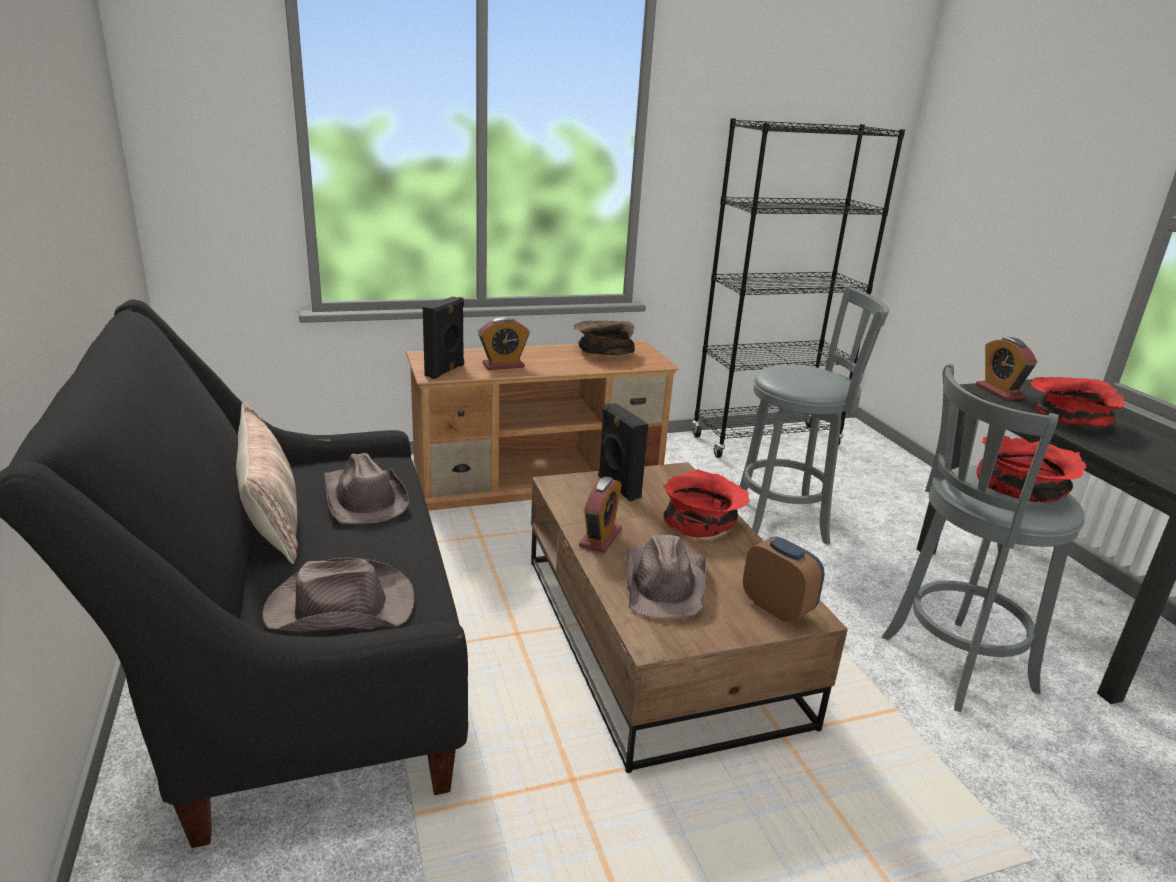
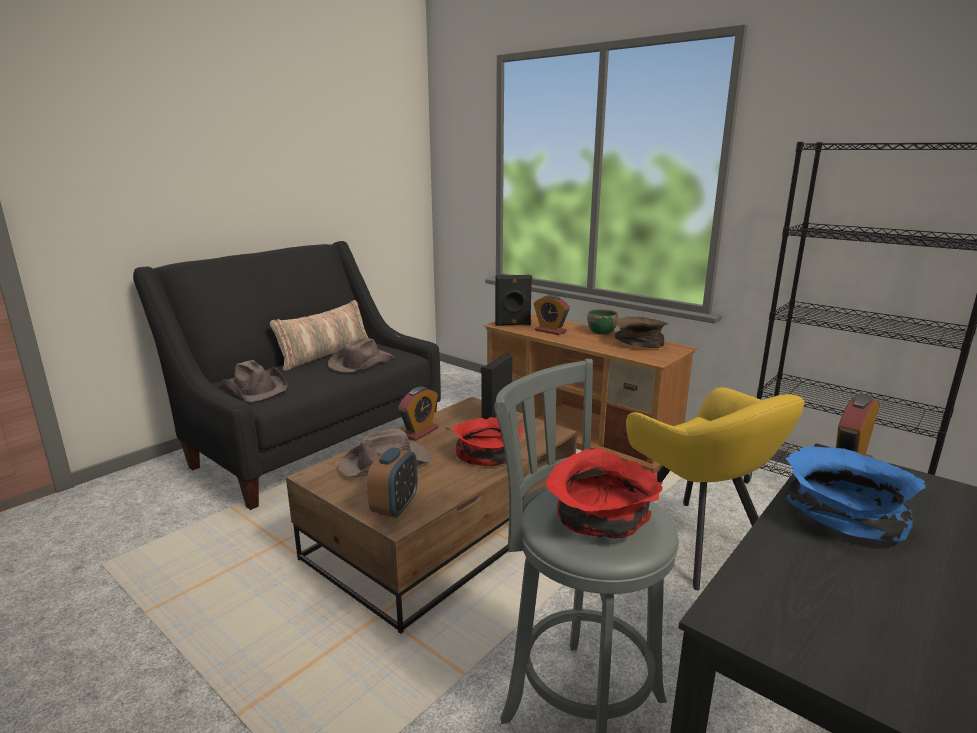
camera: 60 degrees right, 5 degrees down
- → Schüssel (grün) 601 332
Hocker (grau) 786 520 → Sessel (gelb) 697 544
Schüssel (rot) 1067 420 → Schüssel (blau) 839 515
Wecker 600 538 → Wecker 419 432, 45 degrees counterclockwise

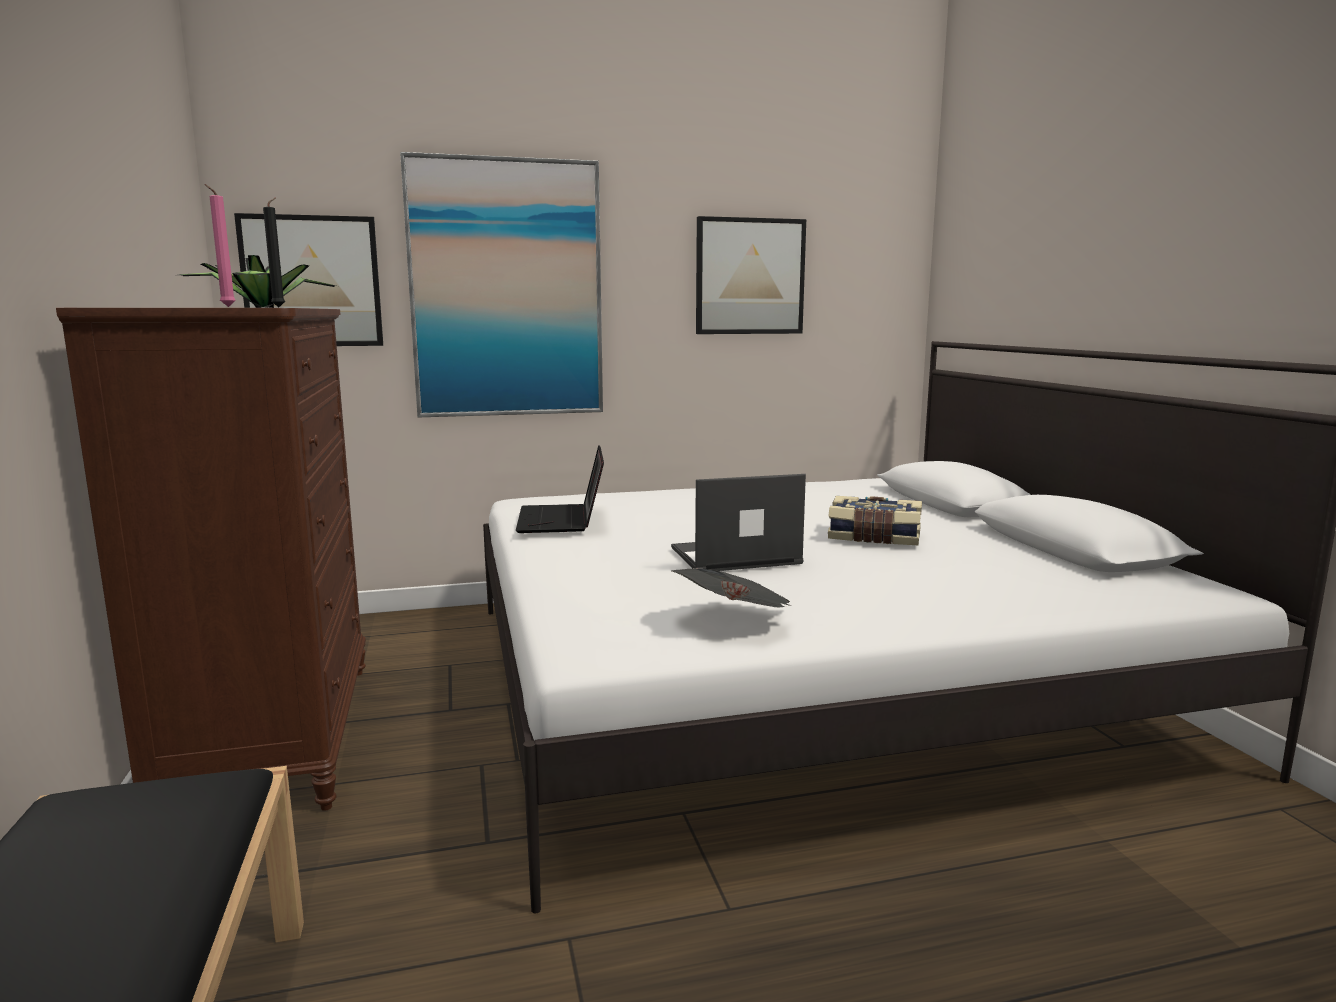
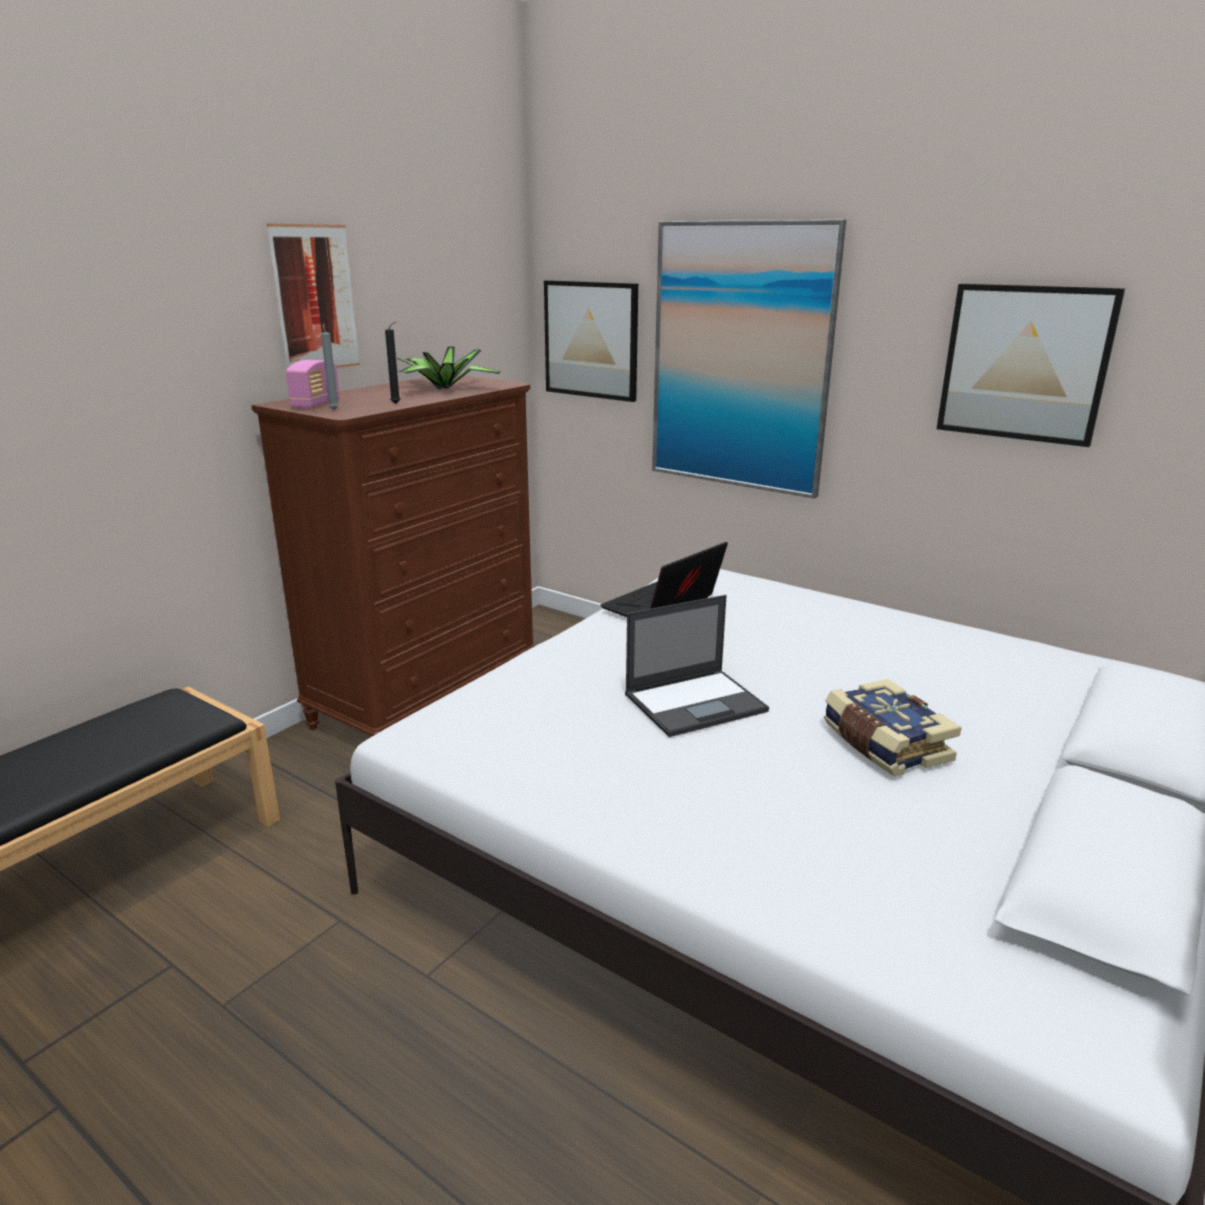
camera: 50 degrees right, 10 degrees up
Zeitung 736 621 → -
- → Bild 315 298
- → Radio 316 404
Kerze (rosa) 226 307 → Kerze (grau) 334 409
Laptop 733 556 → Laptop 696 702, 120 degrees clockwise

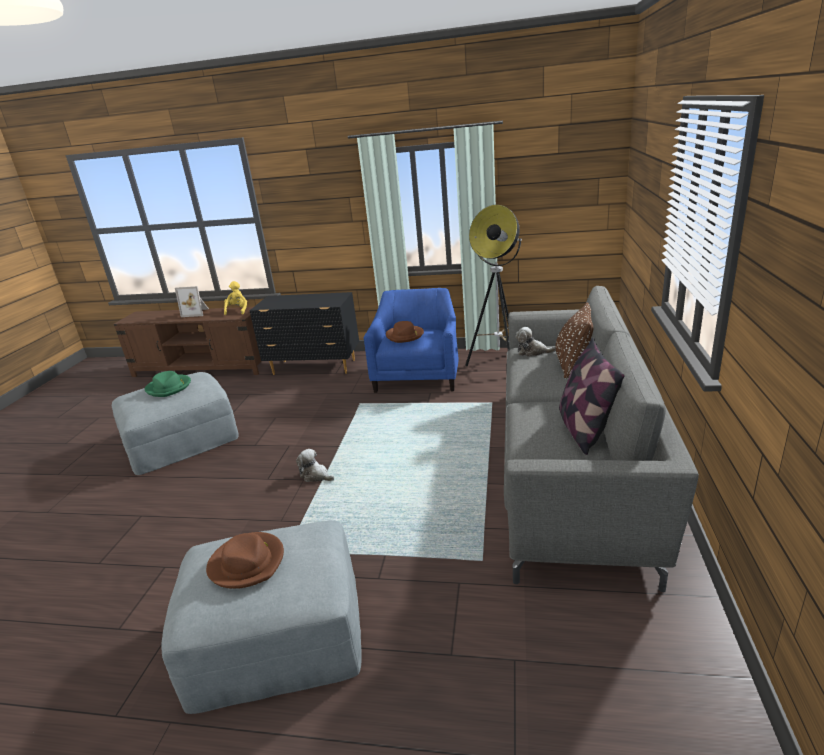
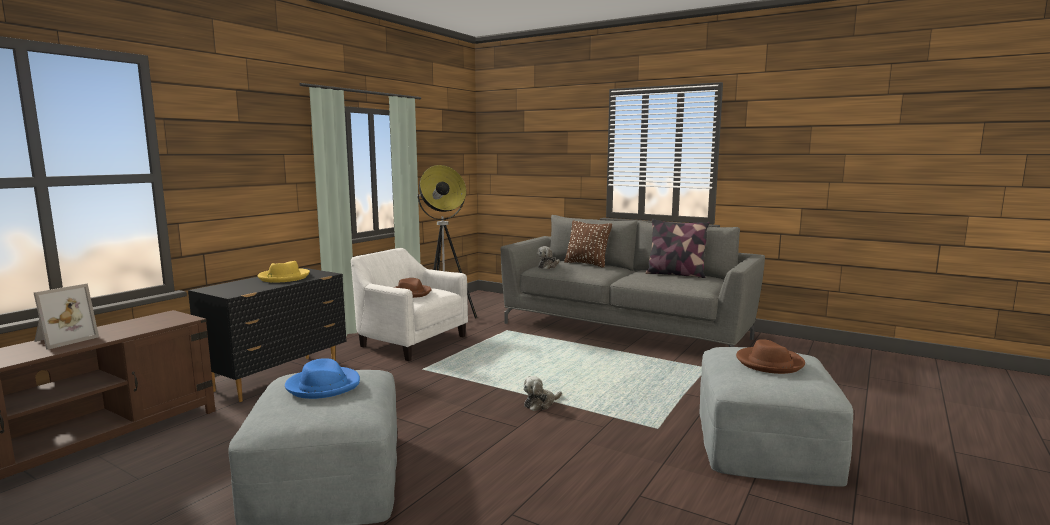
camera: 70 degrees left, 15 degrees down
Plüschtier (gelb) 238 311 → -
- → Hut (gelb) 283 277
Hut (grün) 169 387 → Hut (blau) 323 385
Sessel (blau) 418 376 → Sessel (weiß) 409 341

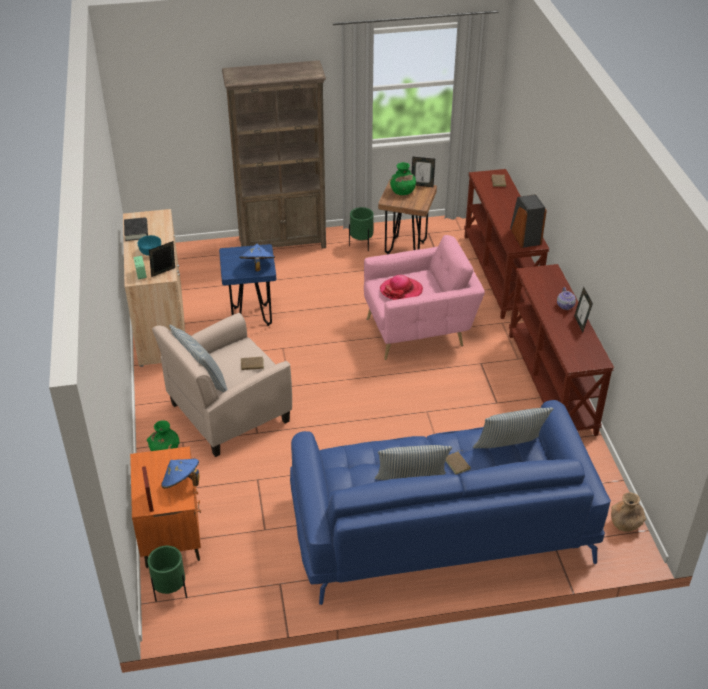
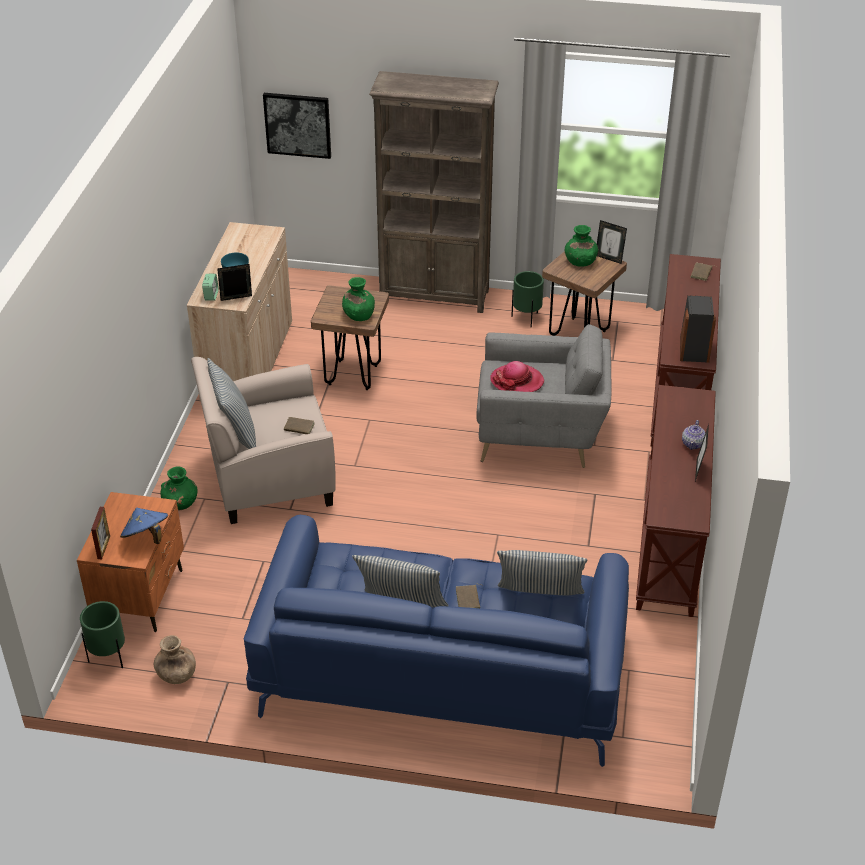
camera: 20 degrees right, 0 degrees up
Buch (schwarz) 136 231 → -
- → Bild 298 124
Vase (braun) 625 524 → Vase (braun) 176 675, move
Hut (blau) 257 266 → Vase (grün) 358 315
Hocker (blau) 251 317 → Hocker (braun) 353 375
Sessel (rosa) 419 331 → Sessel (grau) 540 438

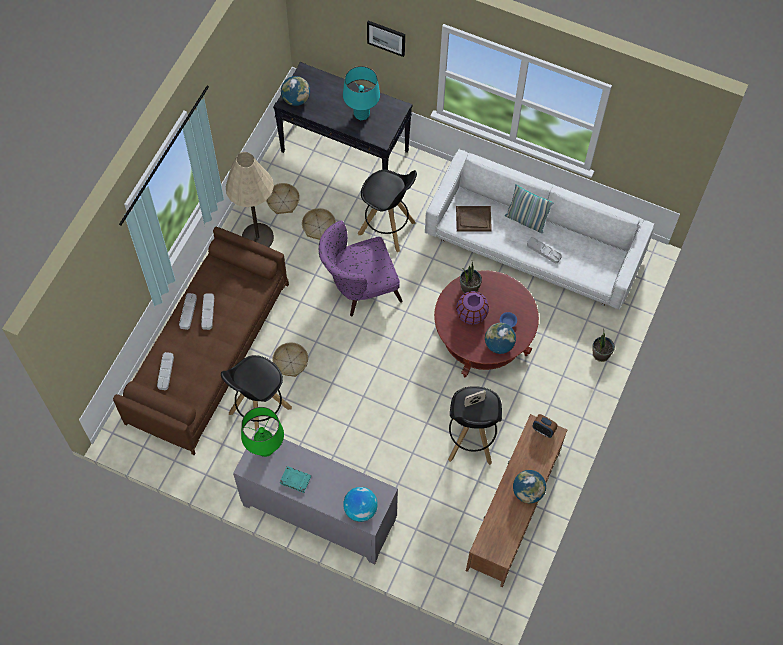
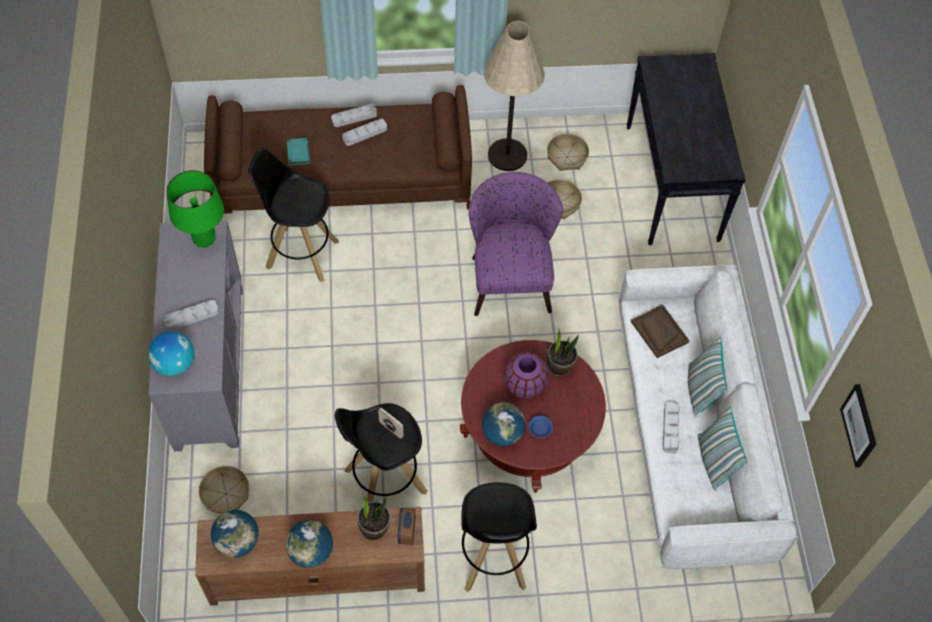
camera: 60 degrees right, 5 degrees down
Tischlampe (türkis) 361 114 → -
- → Kissen 714 461
Tablett (grau) 165 372 → Tablett (grau) 191 316, move
Korb 291 362 → Korb 225 494, move
Buch (türkis) 295 480 → Buch (türkis) 298 153, move
Globus 296 99 → Globus 238 542, move
Hocker (schwarz) 387 228 → Hocker (schwarz) 493 558, move
Bild 386 37 → Bild 859 425, move
Topfpflanze 600 354 → Topfpflanze 374 528, move
Sessel (lila) 359 287 → Sessel (lila) 510 275, 45 degrees clockwise

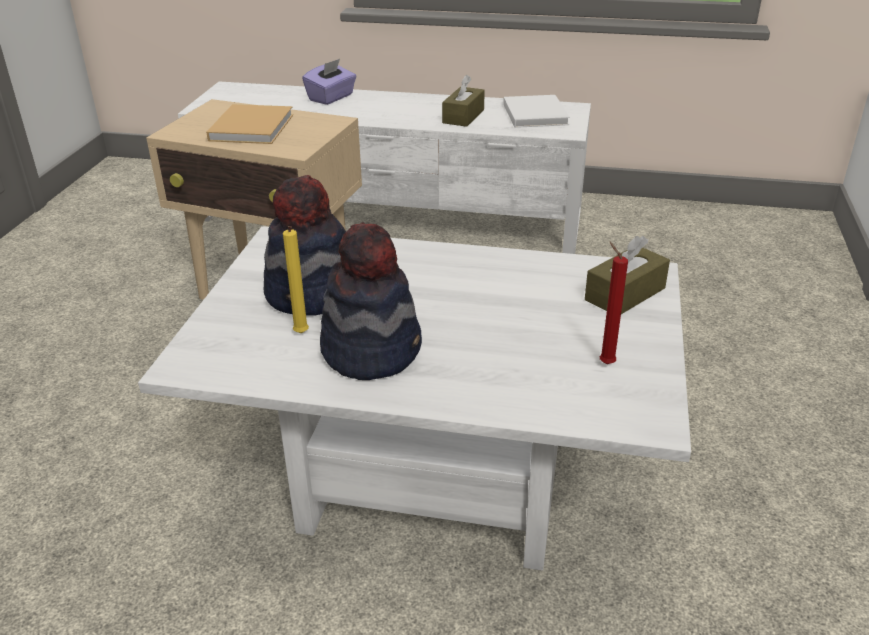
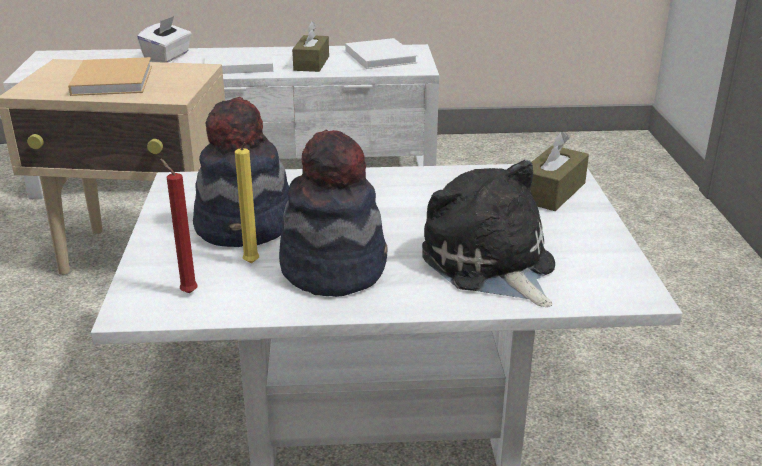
camera: 15 degrees left, 5 degrees down
- → Buch (weiß) 236 64
- → Plüschtier 490 265
Kerze (rot) 604 363 → Kerze (rot) 187 292, move
Taschentuchbox (lila) 331 98 → Taschentuchbox (weiß) 167 57

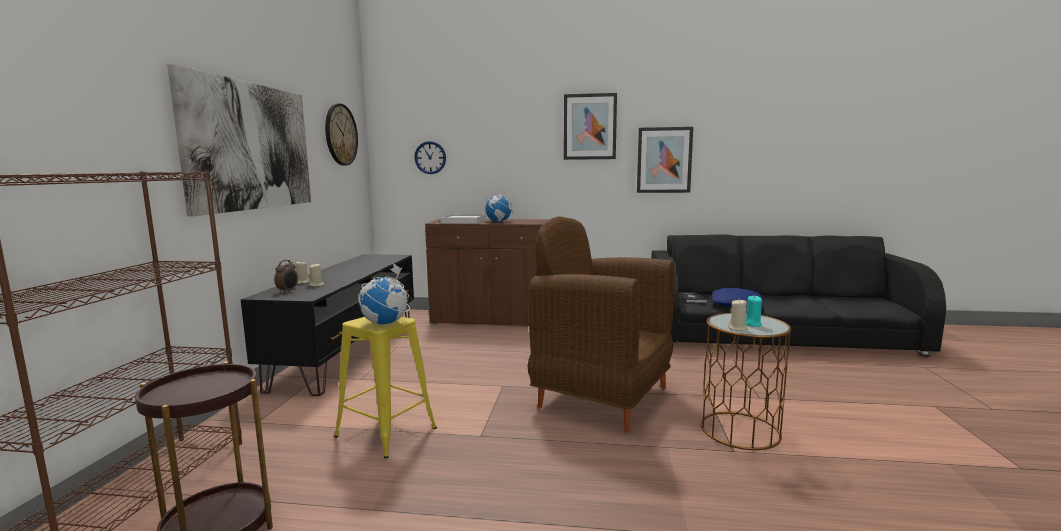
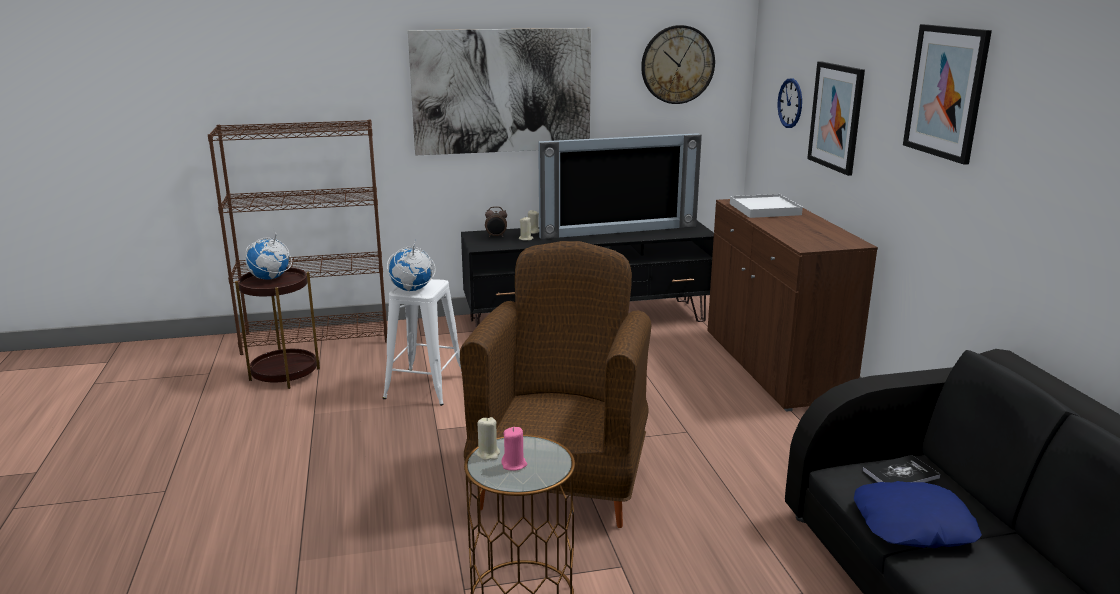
camera: 70 degrees right, 10 degrees up
- → Fernseher 617 230
Globus 499 221 → Globus 270 278, move
Bild 664 160 → Bild 836 117, move
Hocker (gelb) 386 432 → Hocker (weiß) 425 387
Kerze (türkis) 752 324 → Kerze (rosa) 514 464

